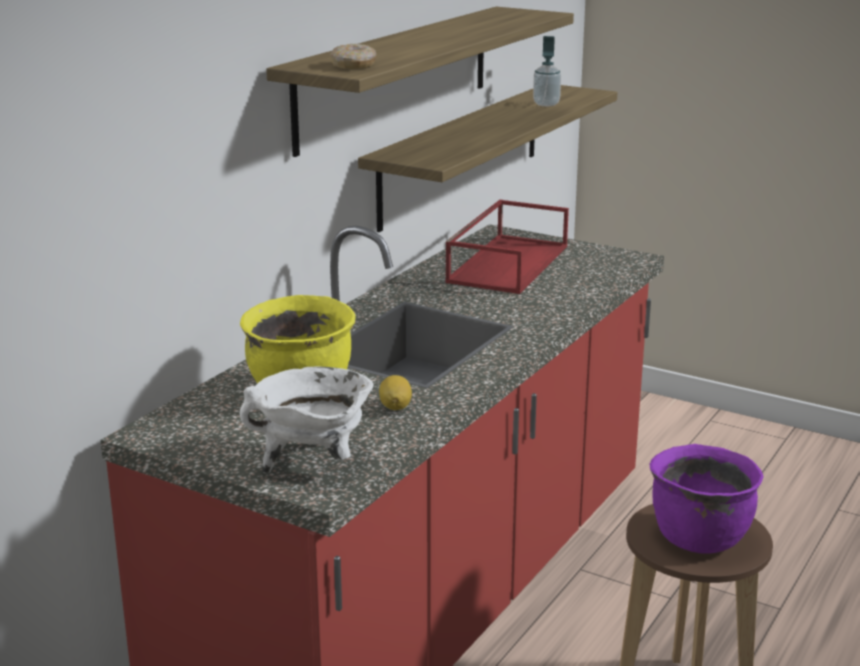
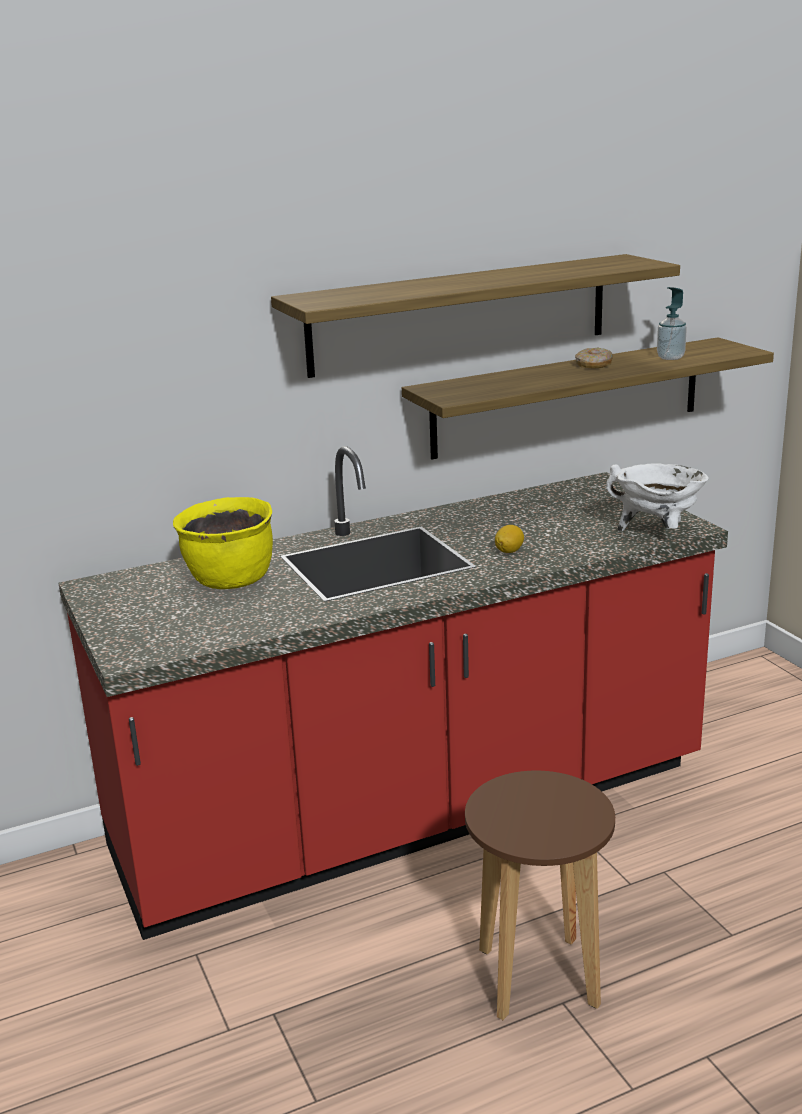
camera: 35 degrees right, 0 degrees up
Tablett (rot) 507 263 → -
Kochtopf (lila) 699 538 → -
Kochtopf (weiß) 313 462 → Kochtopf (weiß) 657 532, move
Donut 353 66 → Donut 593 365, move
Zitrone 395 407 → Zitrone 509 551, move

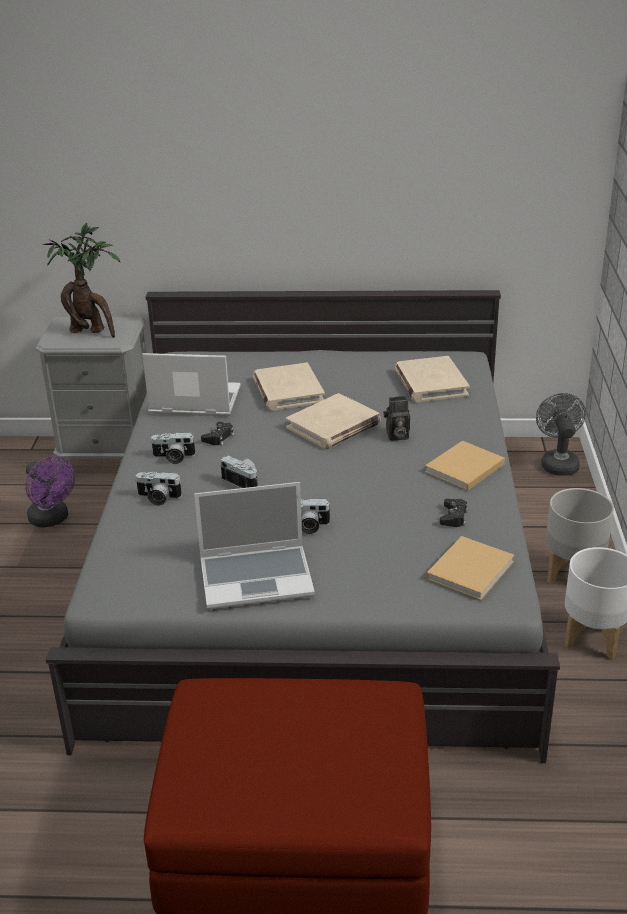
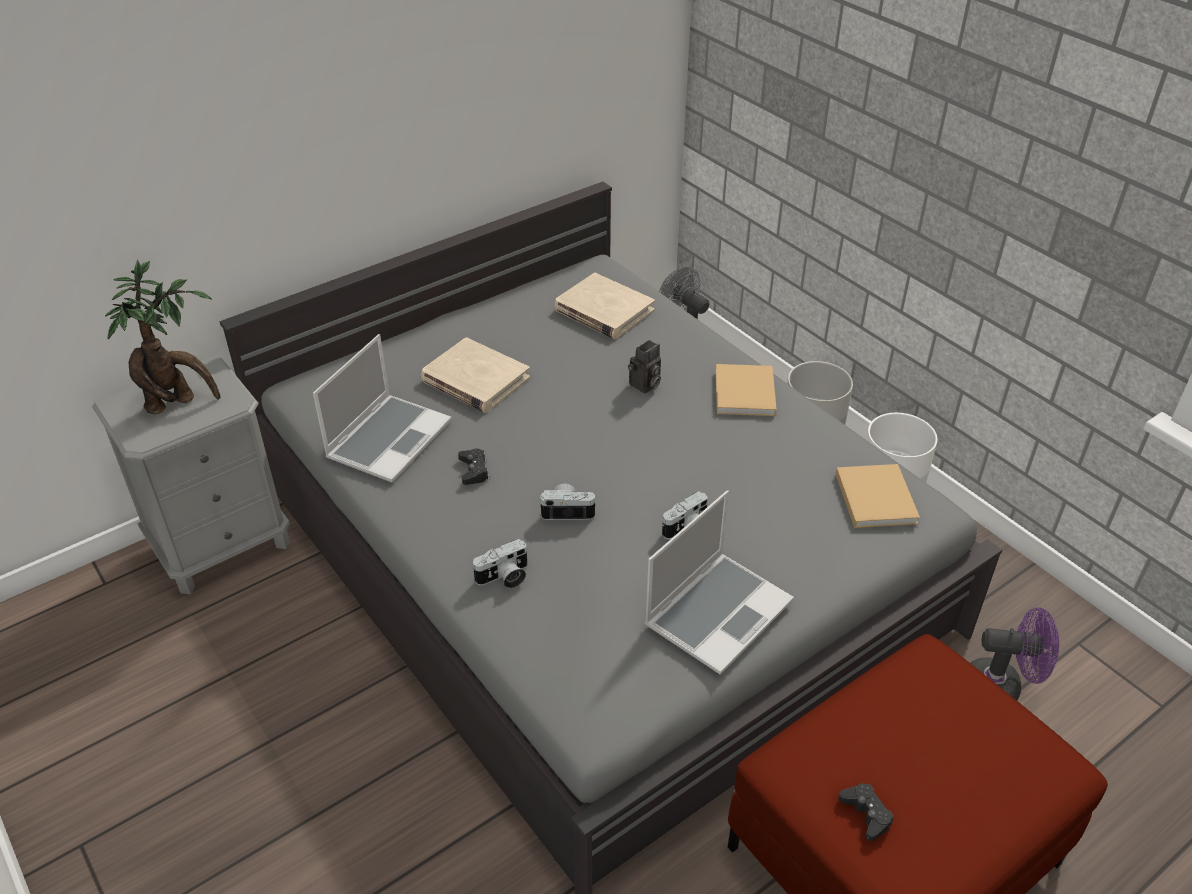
camera: 40 degrees left, 10 degrees up
Kamera 173 458 → -
Buch (beige) 333 426 → -
Ventilator (lila) 52 519 → Ventilator (lila) 1001 687, move
Gamepad (schwarz) 454 517 → Gamepad (schwarz) 866 814, move
Laptop 194 401 → Laptop 389 439, 150 degrees clockwise

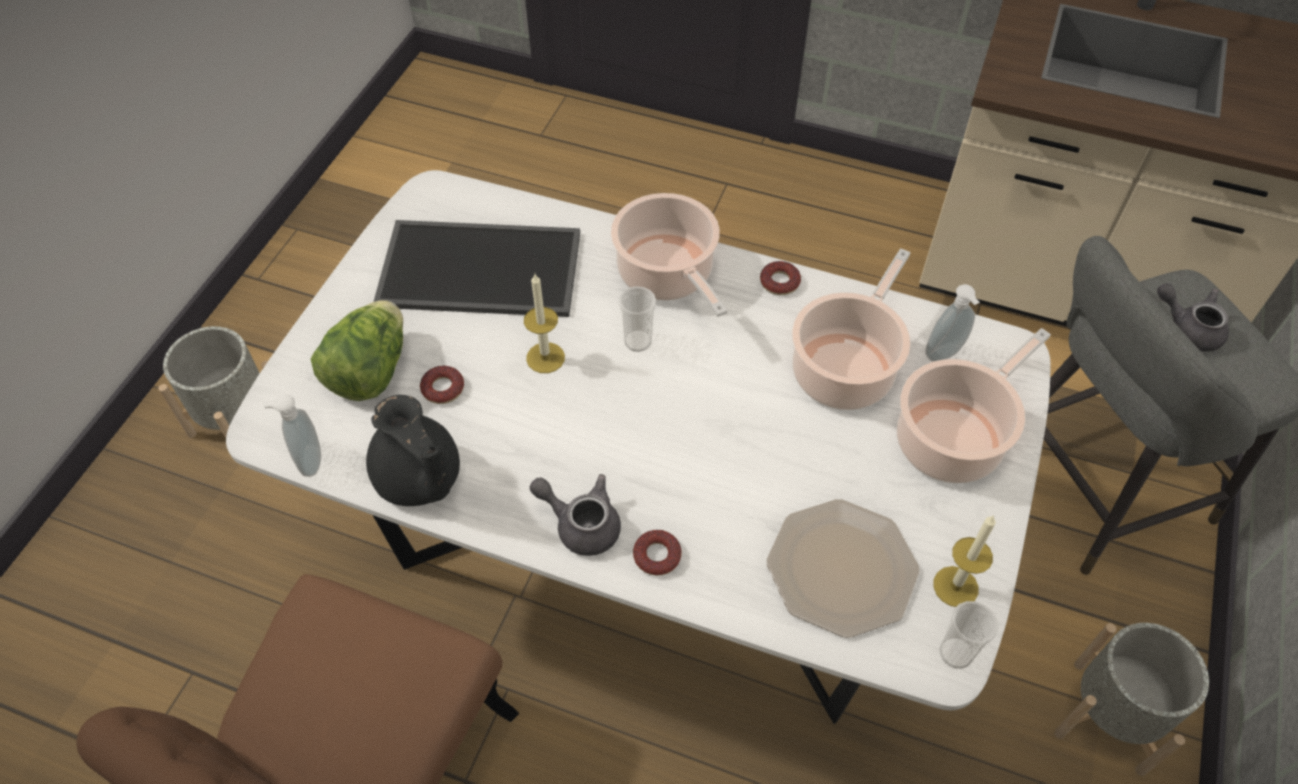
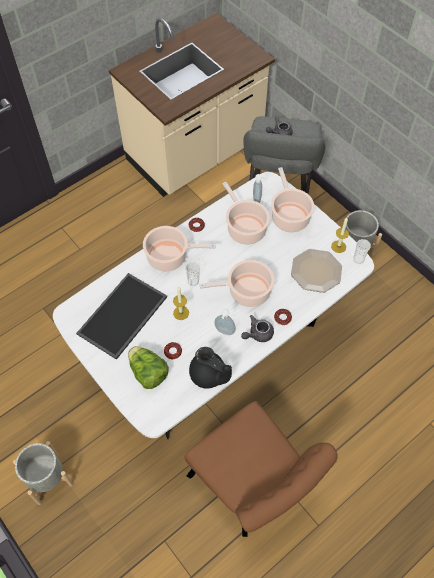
camera: 60 degrees left, 5 degrees up
- → Kochtopf 246 292
Seifenspender 309 461 → Seifenspender 224 332, move
Teekanne (schwarz) 419 479 → Teekanne (schwarz) 209 375, 45 degrees clockwise

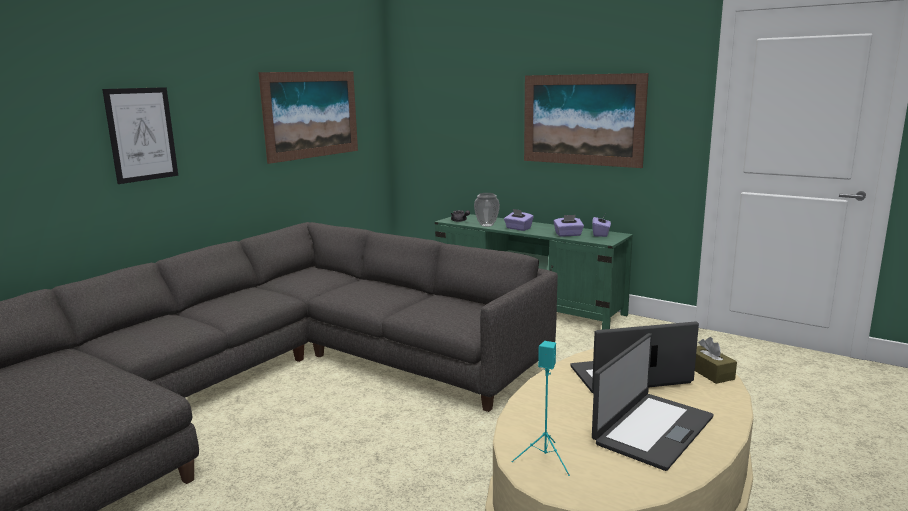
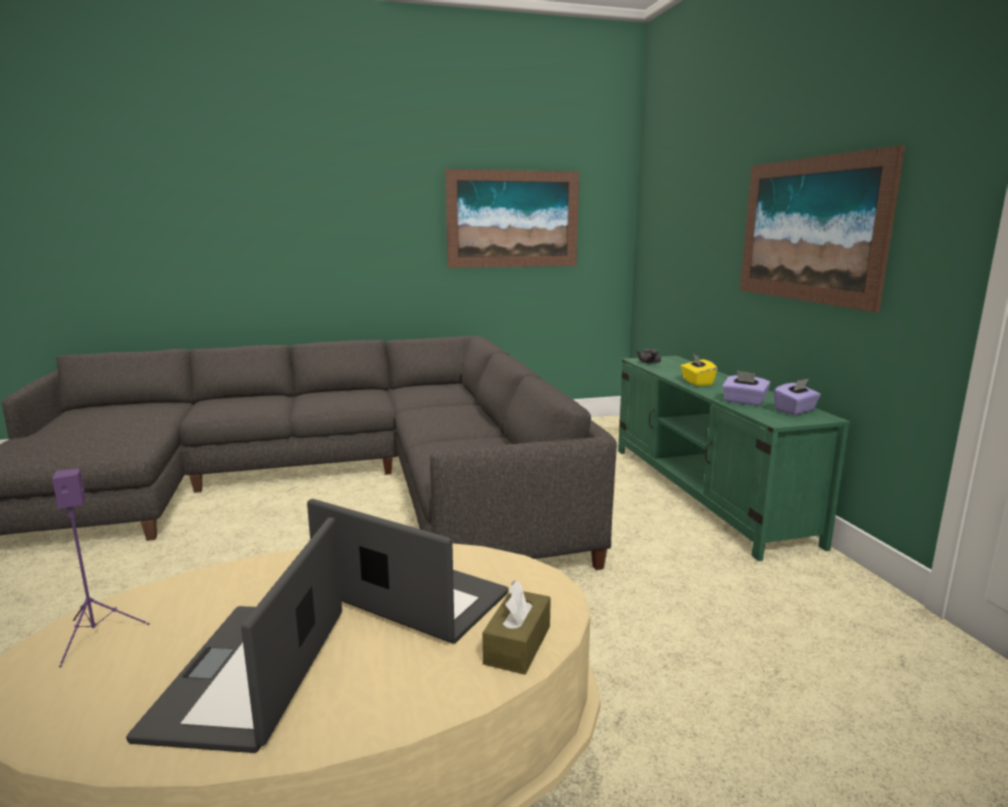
camera: 40 degrees right, 0 degrees up
Bild 141 134 → -
Vase 486 225 → -
Taschentuchbox (lila) 518 228 → Taschentuchbox (gelb) 697 382
Lautsprecher (türkis) 546 459 → Lautsprecher (lila) 95 636
Laptop 652 429 → Laptop 253 673, 105 degrees clockwise

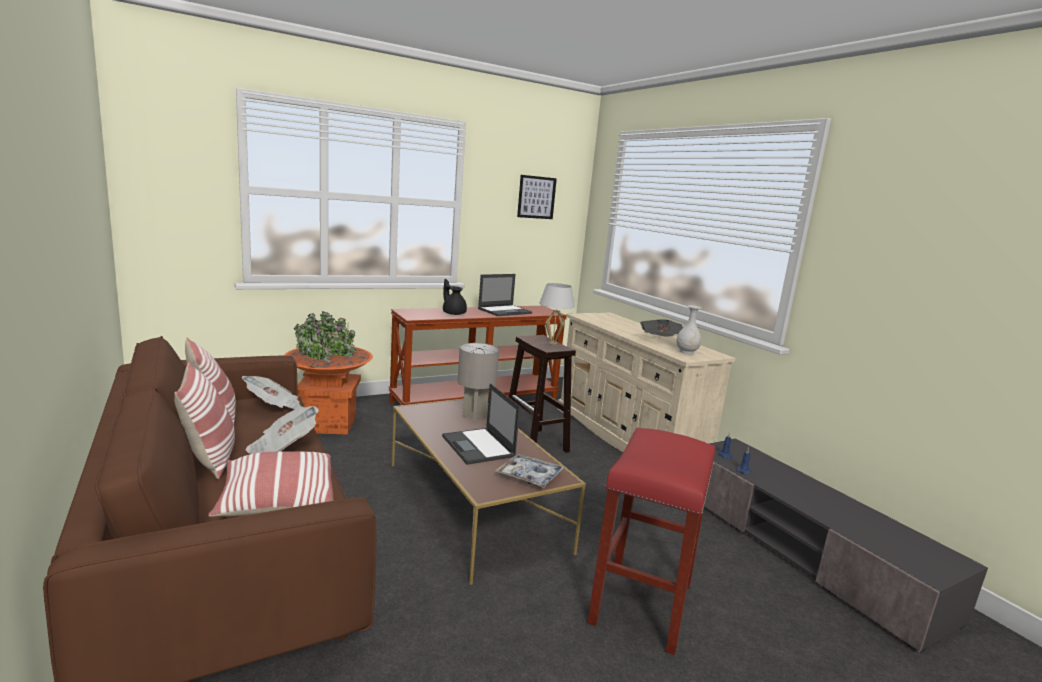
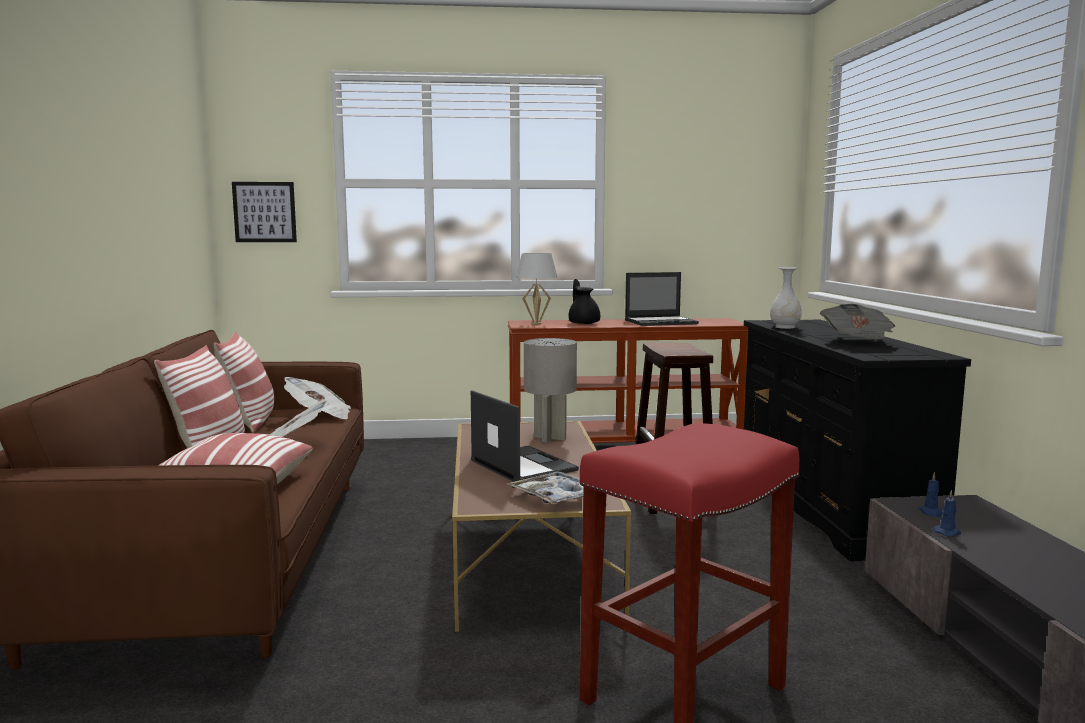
camera: 25 degrees right, 5 degrees down
Pflanzkübel (orange) 329 424 → -
Bild 536 197 → Bild 264 212, move
Tischlampe (weiß) 552 343 → Tischlampe (weiß) 536 323, move
Vase (weiß) 687 352 → Vase (weiß) 785 327, move
Kommode (beige) 628 437 → Kommode (schwarz) 828 503
Laptop 478 446 → Laptop 522 465, 150 degrees clockwise

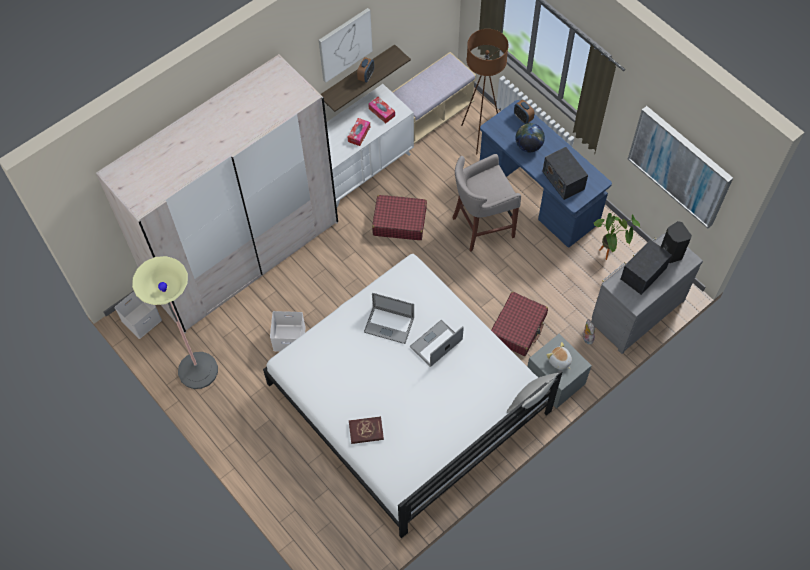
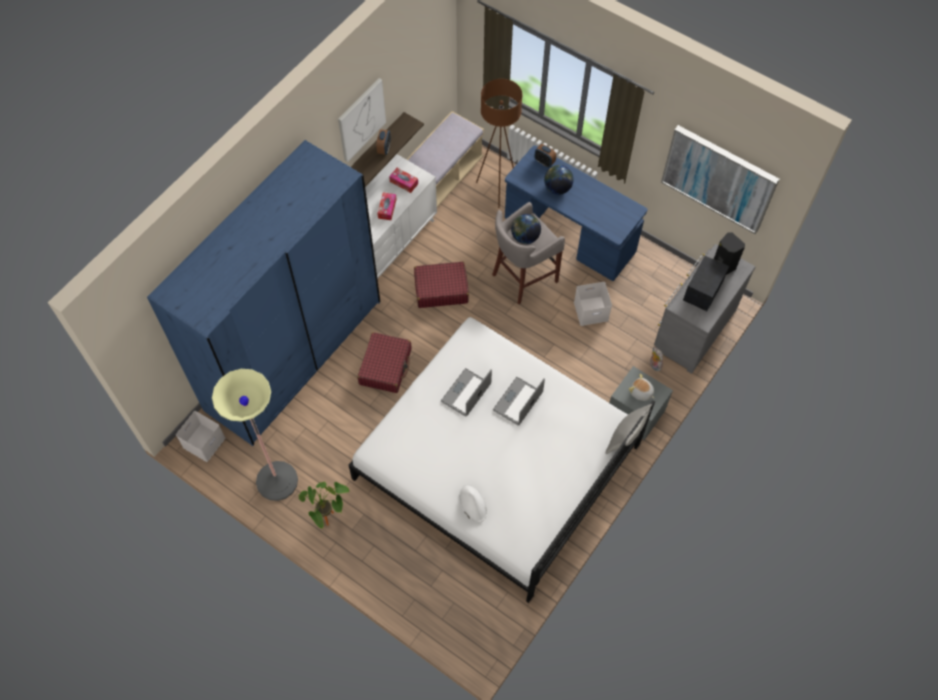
camera: 15 degrees left, 0 degrees up
Radio 563 180 → -
- → Globus 525 237
Aufbewahrungsbox (weiß) 288 338 → Aufbewahrungsbox (weiß) 590 311, move
Koffer (rot) 518 328 → Koffer (rot) 385 366, move
Topfpflanze 608 255 → Topfpflanze 330 519, move
Buch (rot) 366 431 → Hut (weiß) 472 503
Kleiderschrank (beige) 245 256 → Kleiderschrank (blau) 294 355
Laptop 389 325 → Laptop 466 392, 120 degrees clockwise

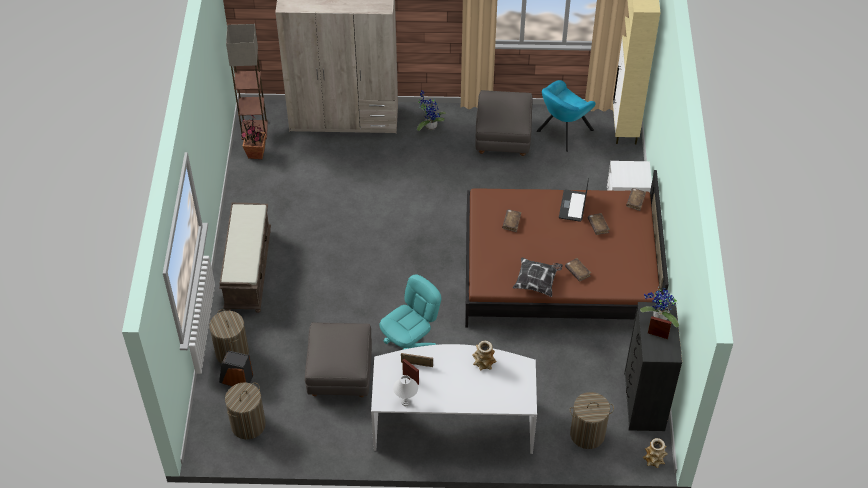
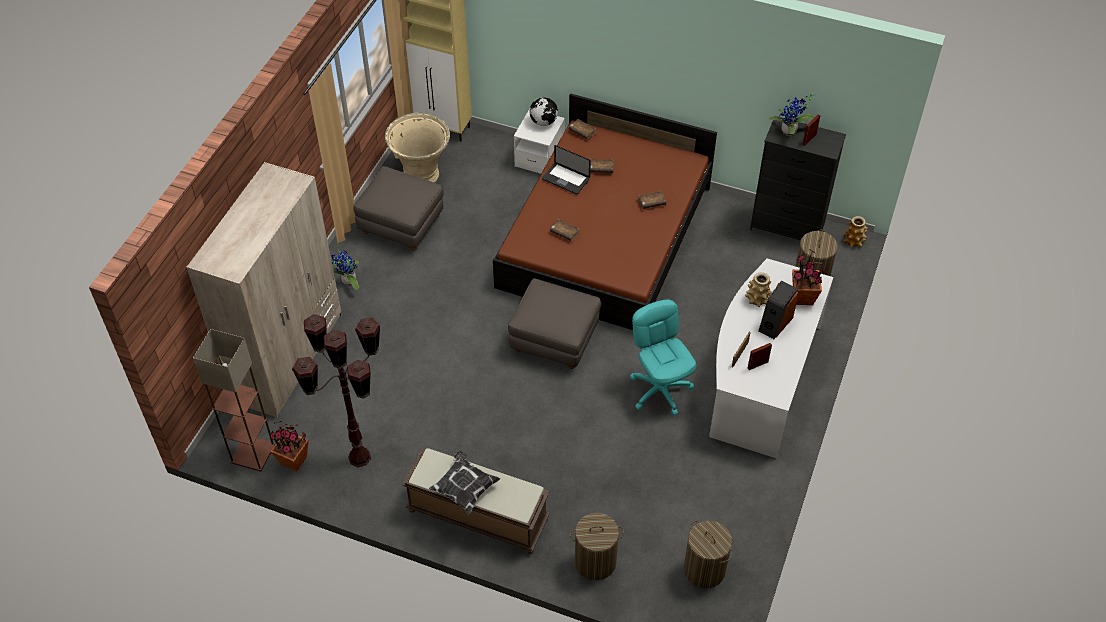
camera: 70 degrees left, 0 degrees up
Tischlampe (weiß) 406 402 → -
- → Stehlampe (braun) 359 457
- → Globus 543 122
- → Topfpflanze 803 298
Lautsprecher 236 379 → Lautsprecher 775 323, move
Polsterhocker (grau) 340 374 → Polsterhocker (grau) 554 340, move
Kissen 537 282 → Kissen 465 488, move
Sessel (türkis) 563 132 → Pflanzkübel (beige) 421 175

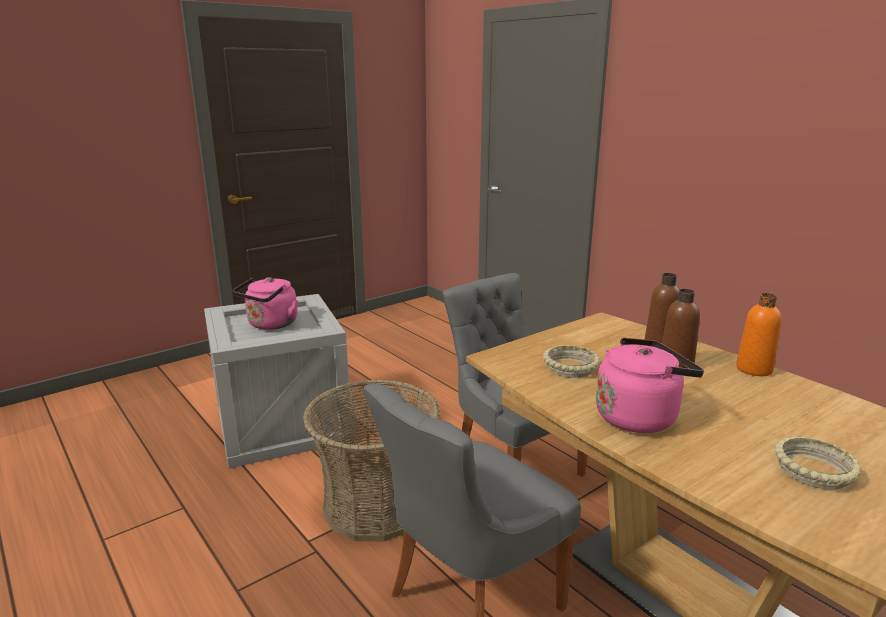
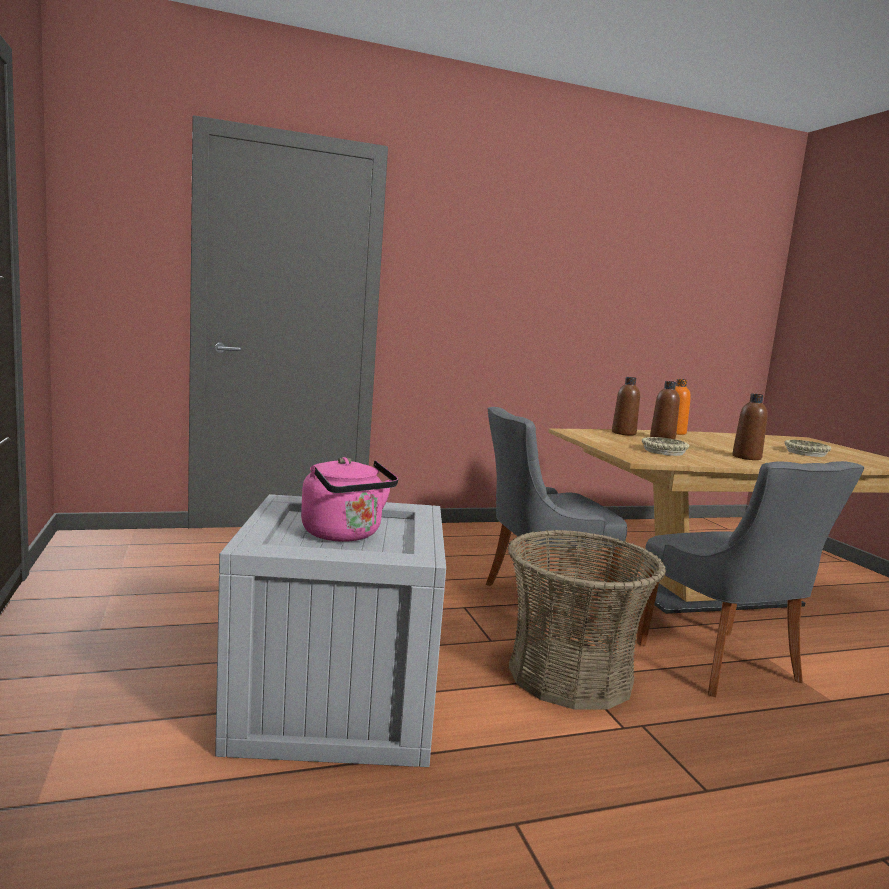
camera: 70 degrees left, 10 degrees down
Wasserkessel (rosa) 639 416 → Flasche (braun) 746 457

